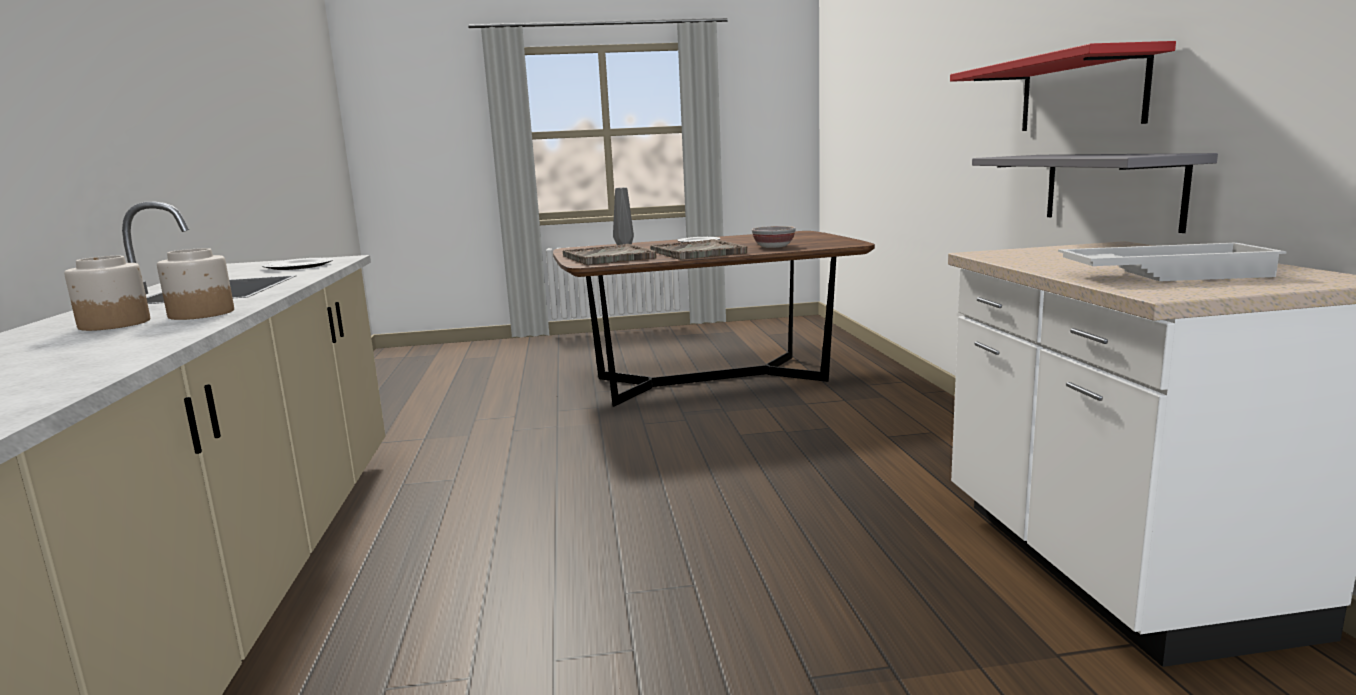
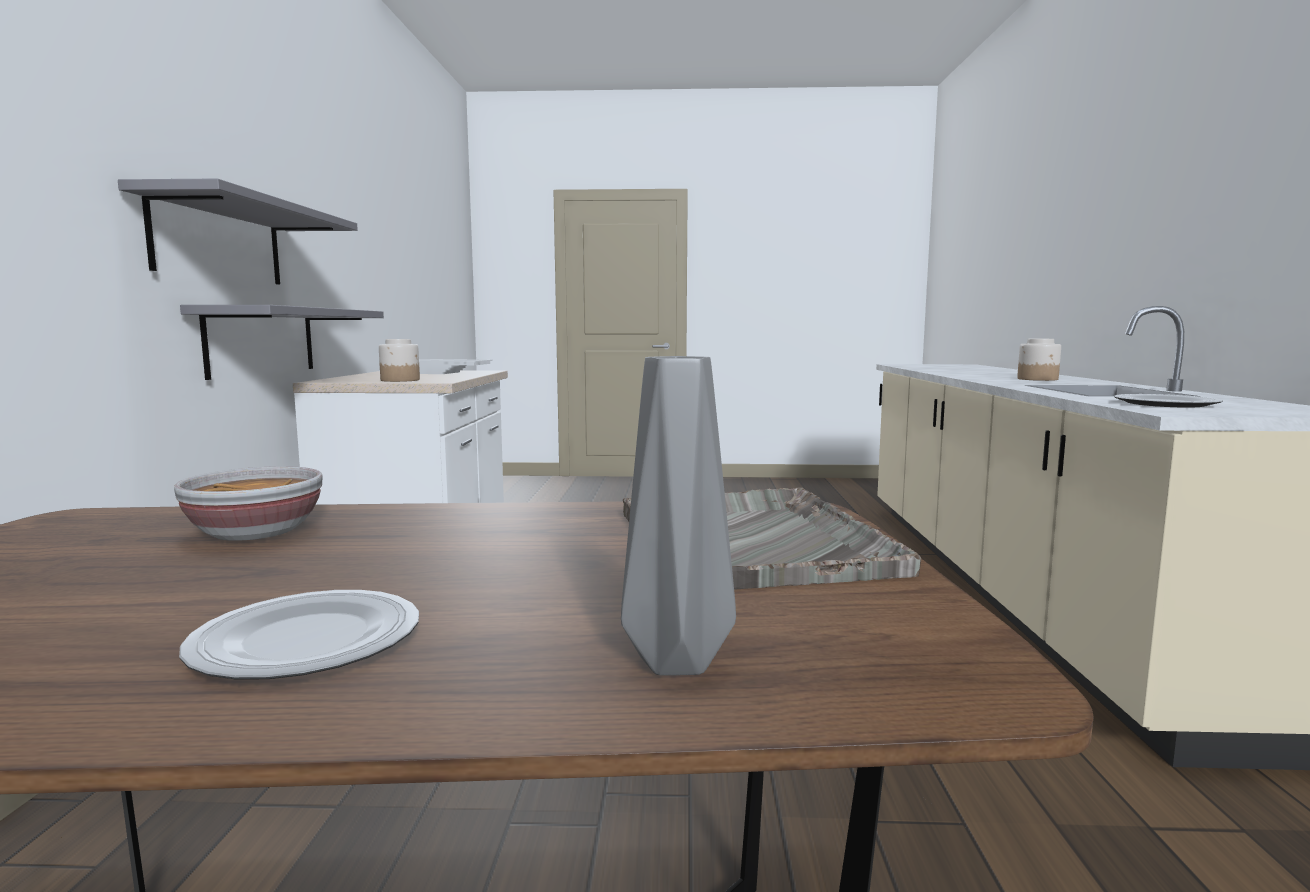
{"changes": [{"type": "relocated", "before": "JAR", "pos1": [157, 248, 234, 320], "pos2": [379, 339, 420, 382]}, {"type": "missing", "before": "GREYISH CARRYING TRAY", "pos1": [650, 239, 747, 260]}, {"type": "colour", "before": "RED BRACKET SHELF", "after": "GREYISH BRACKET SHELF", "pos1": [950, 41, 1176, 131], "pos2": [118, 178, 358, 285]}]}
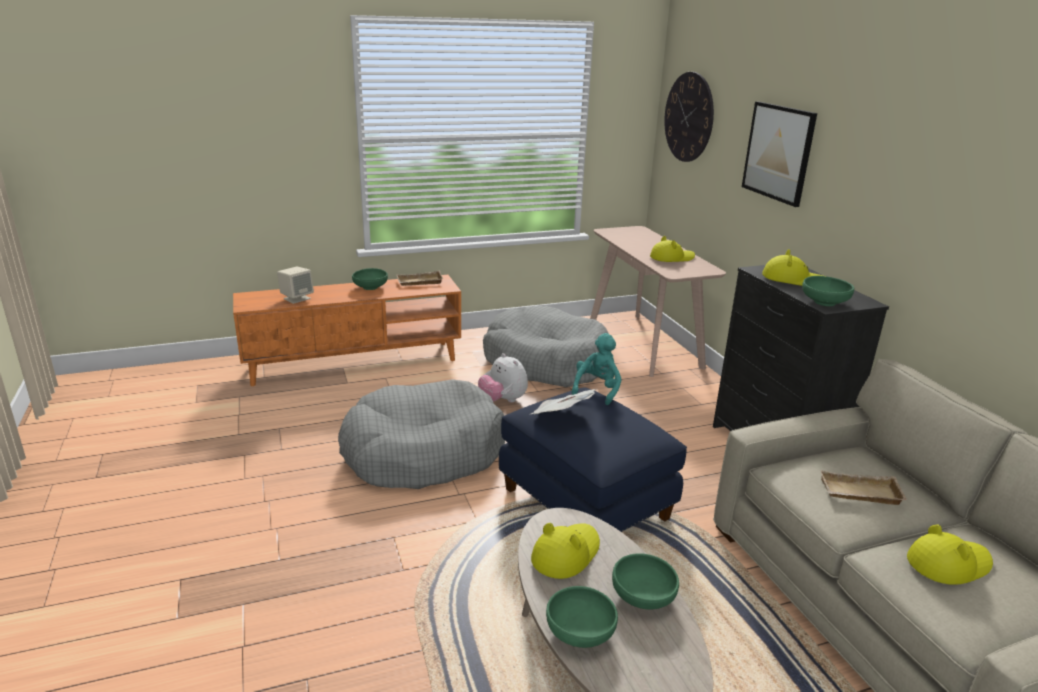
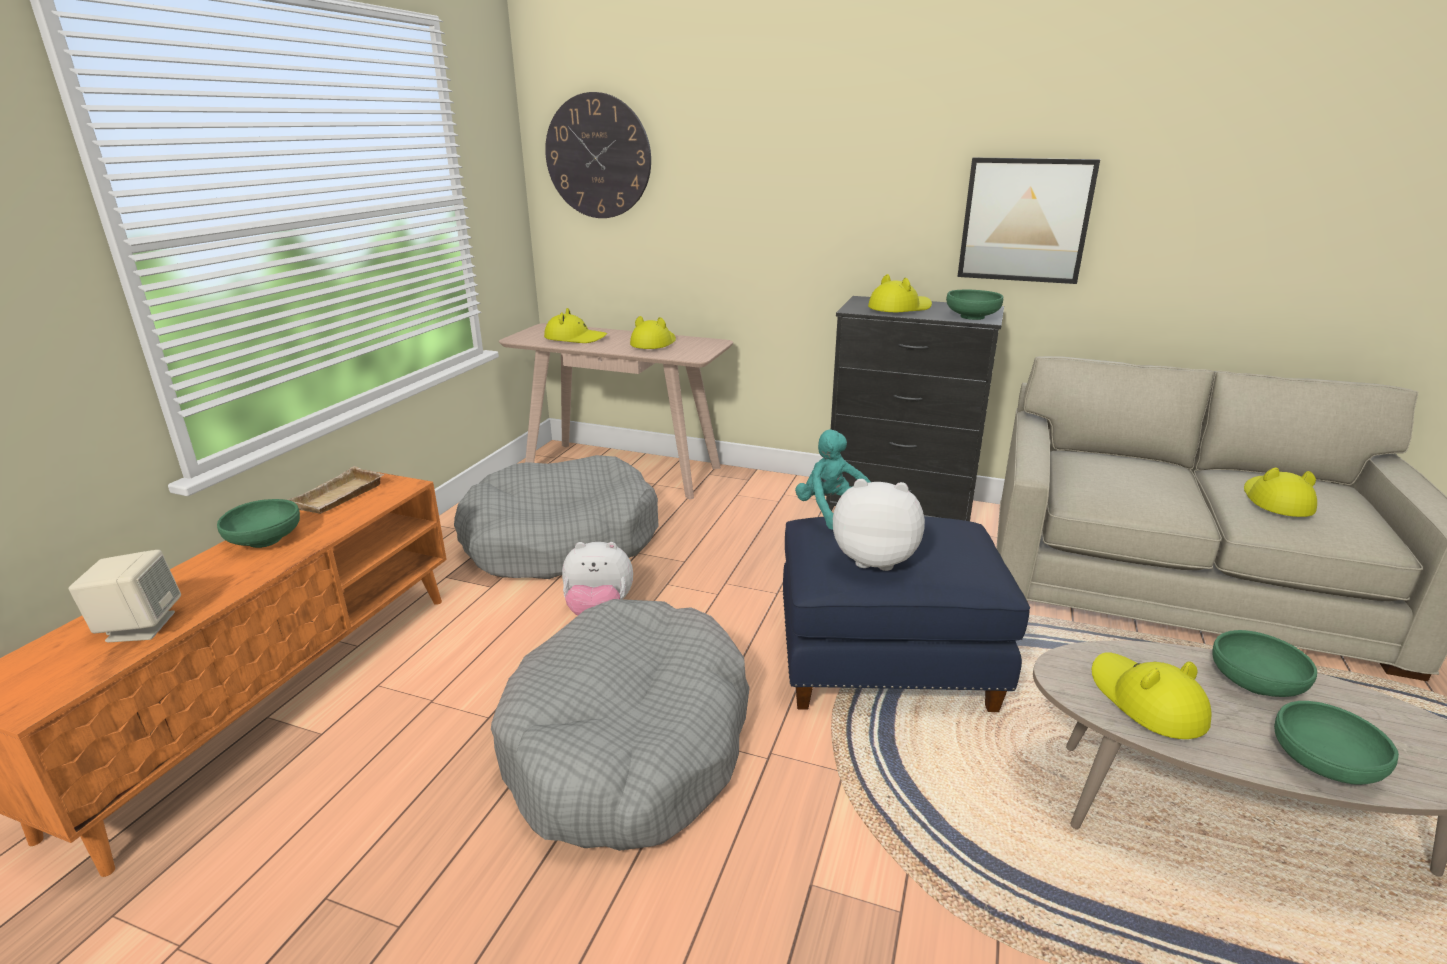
{"changes": [{"type": "exchanged", "before": "NEWSPAPER", "after": "PLUSH TOY", "pos1": [531, 389, 596, 414], "pos2": [833, 479, 925, 571]}, {"type": "relocated", "before": "WALL ART", "pos1": [742, 101, 817, 207], "pos2": [957, 157, 1100, 284]}, {"type": "missing", "before": "SAND-COLOURED CARRYING TRAY", "pos1": [820, 470, 907, 505]}, {"type": "appeared", "after": "YELLOW WEARABLE HAT", "pos2": [544, 308, 607, 343]}]}
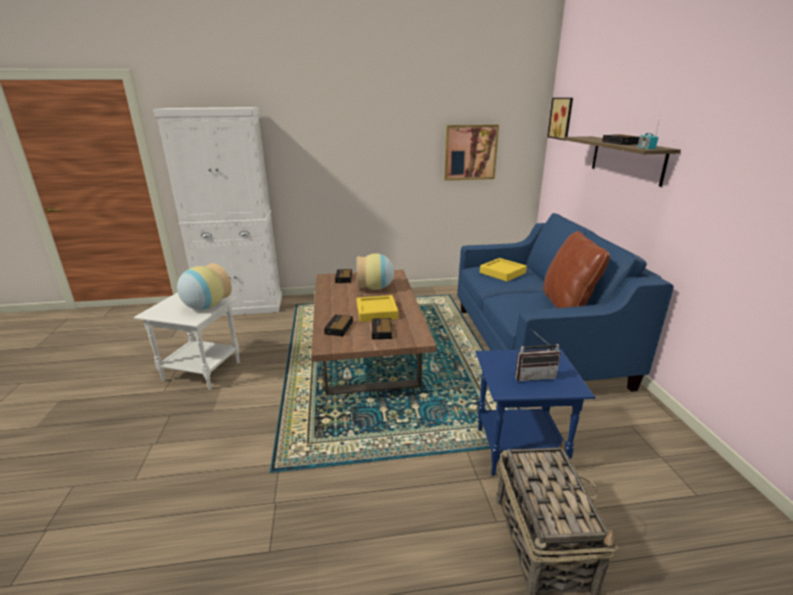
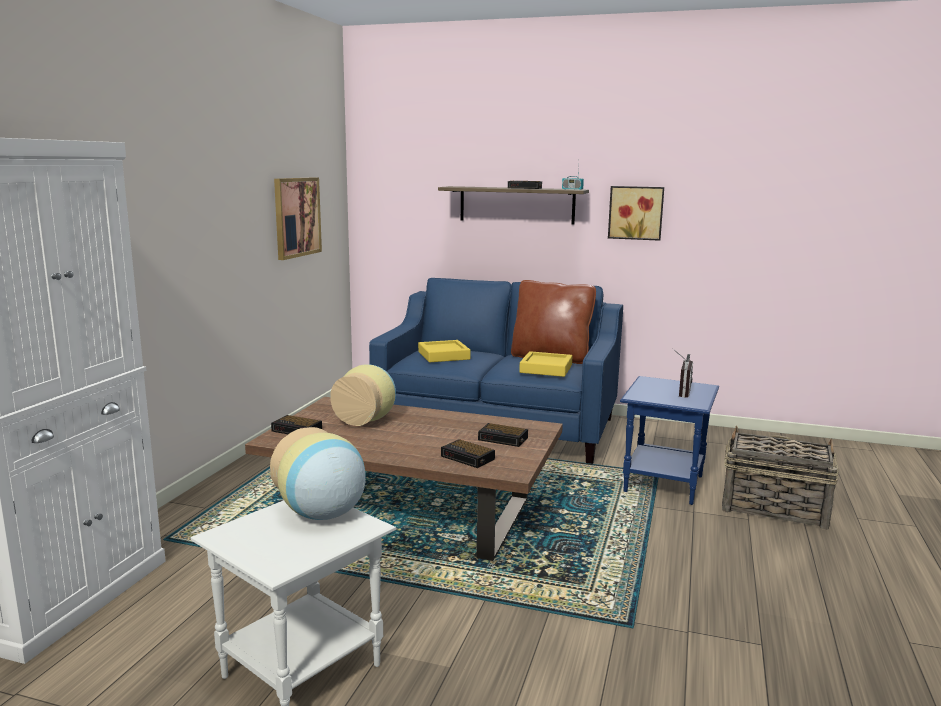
{"changes": [{"type": "relocated", "before": "YELLOW CARRYING TRAY", "pos1": [357, 295, 398, 322], "pos2": [519, 351, 572, 377]}, {"type": "relocated", "before": "WALL ART", "pos1": [547, 98, 573, 140], "pos2": [608, 186, 664, 241]}]}
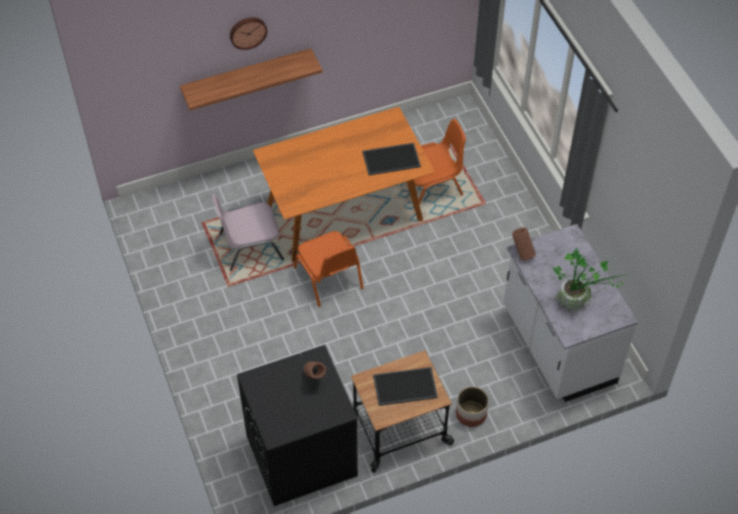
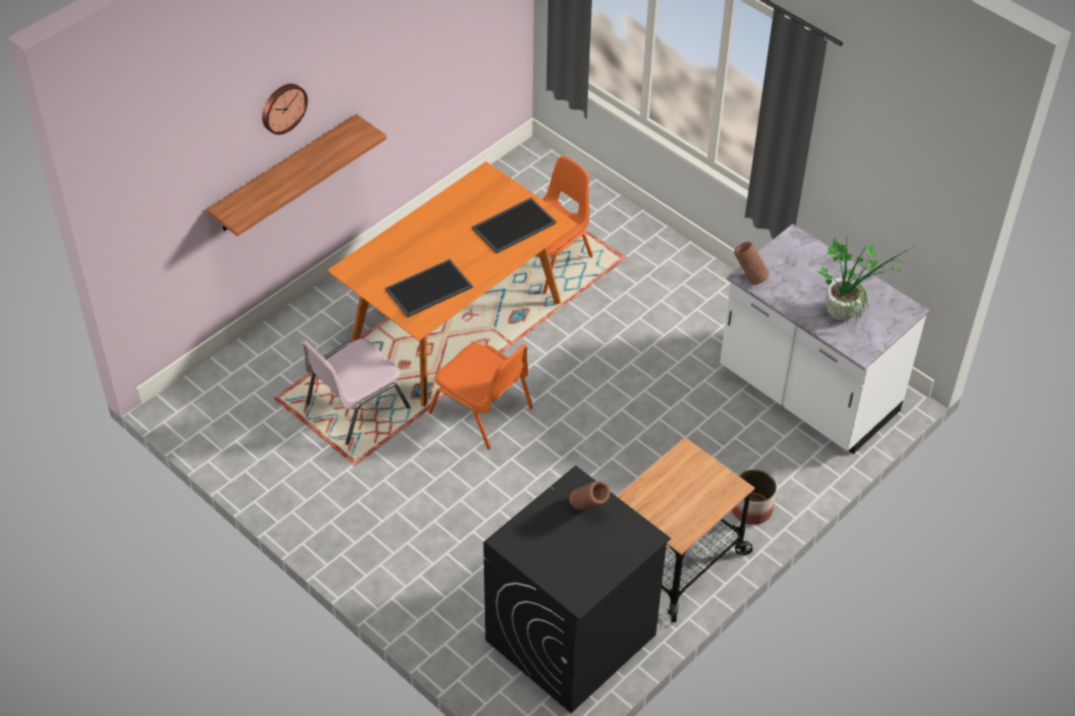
{"changes": [{"type": "relocated", "before": "CARRYING TRAY", "pos1": [373, 367, 438, 406], "pos2": [385, 259, 473, 317]}]}
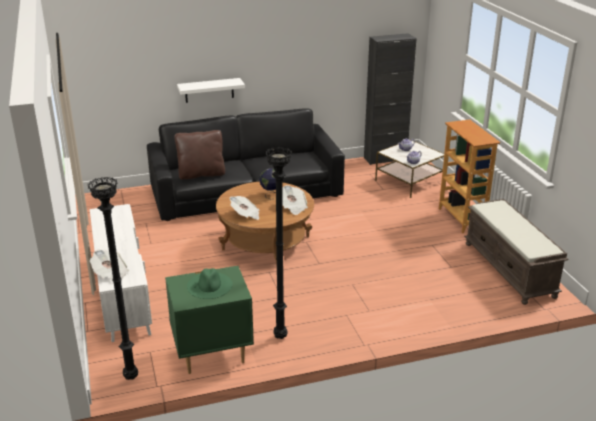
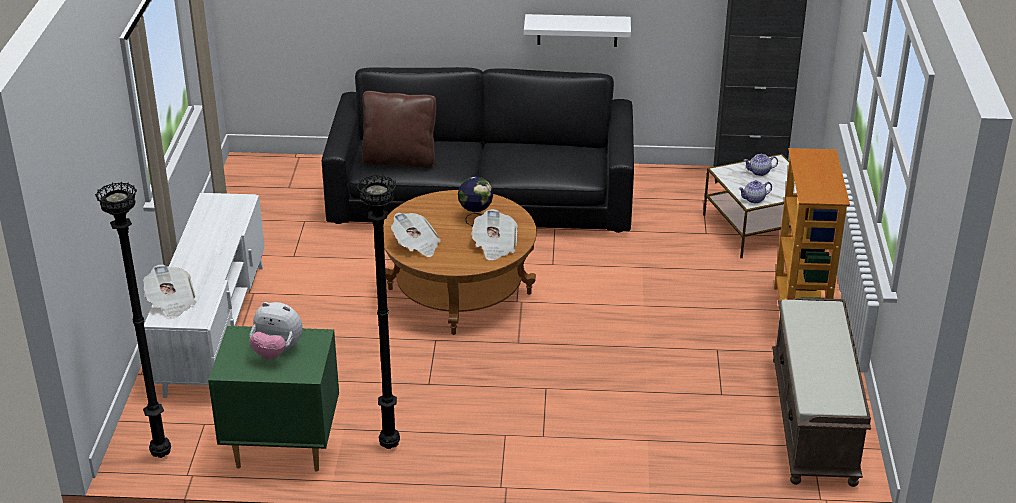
{"changes": [{"type": "relocated", "before": "WHITISH BRACKET SHELF", "pos1": [177, 78, 245, 103], "pos2": [524, 14, 631, 47]}, {"type": "exchanged", "before": "GREENISH WEARABLE HAT", "after": "PLUSH TOY", "pos1": [187, 268, 233, 299], "pos2": [249, 302, 303, 359]}]}
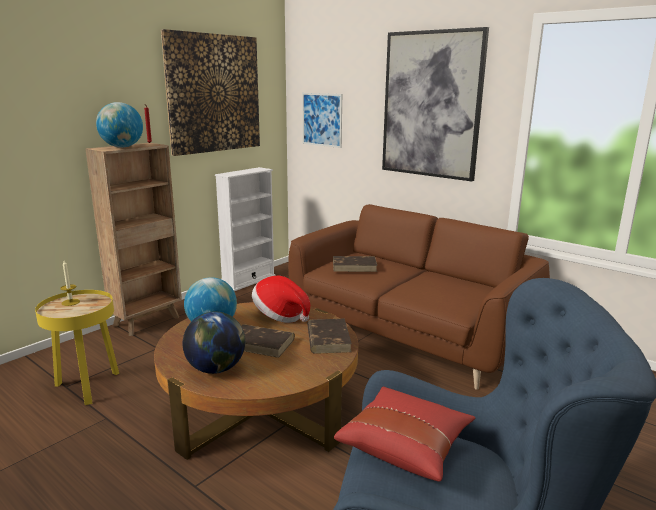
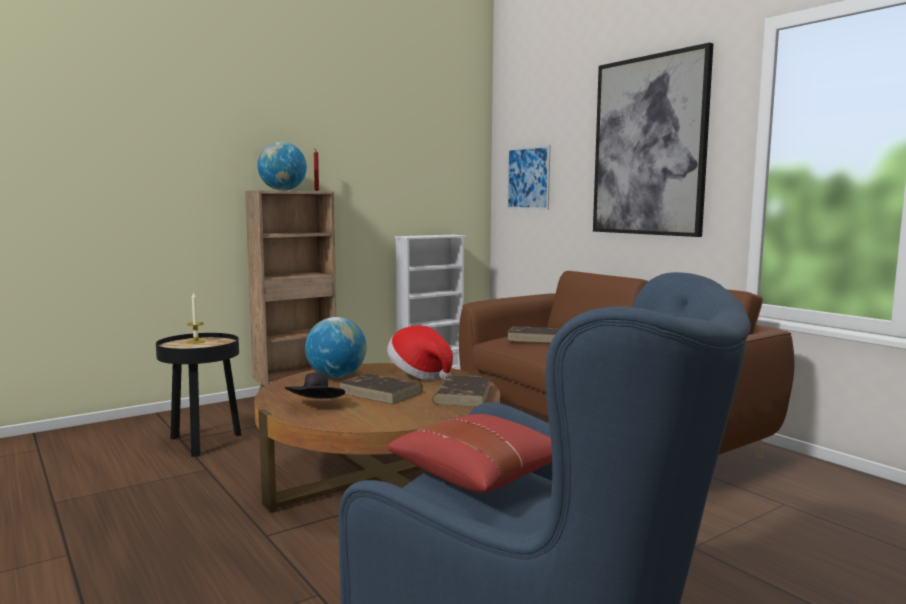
{"changes": [{"type": "colour", "before": "YELLOW END TABLE", "after": "BLACK-COLOURED END TABLE", "pos1": [35, 290, 119, 405], "pos2": [156, 333, 241, 457]}, {"type": "missing", "before": "WALL ART", "pos1": [161, 29, 260, 156]}, {"type": "exchanged", "before": "DESK GLOBE", "after": "BLACK-COLOURED WEARABLE HAT", "pos1": [183, 312, 245, 374], "pos2": [285, 373, 345, 399]}]}
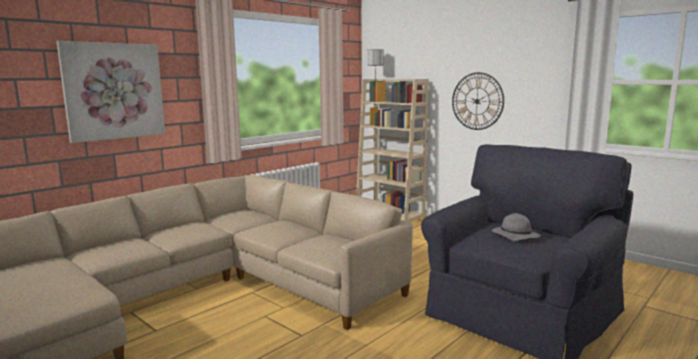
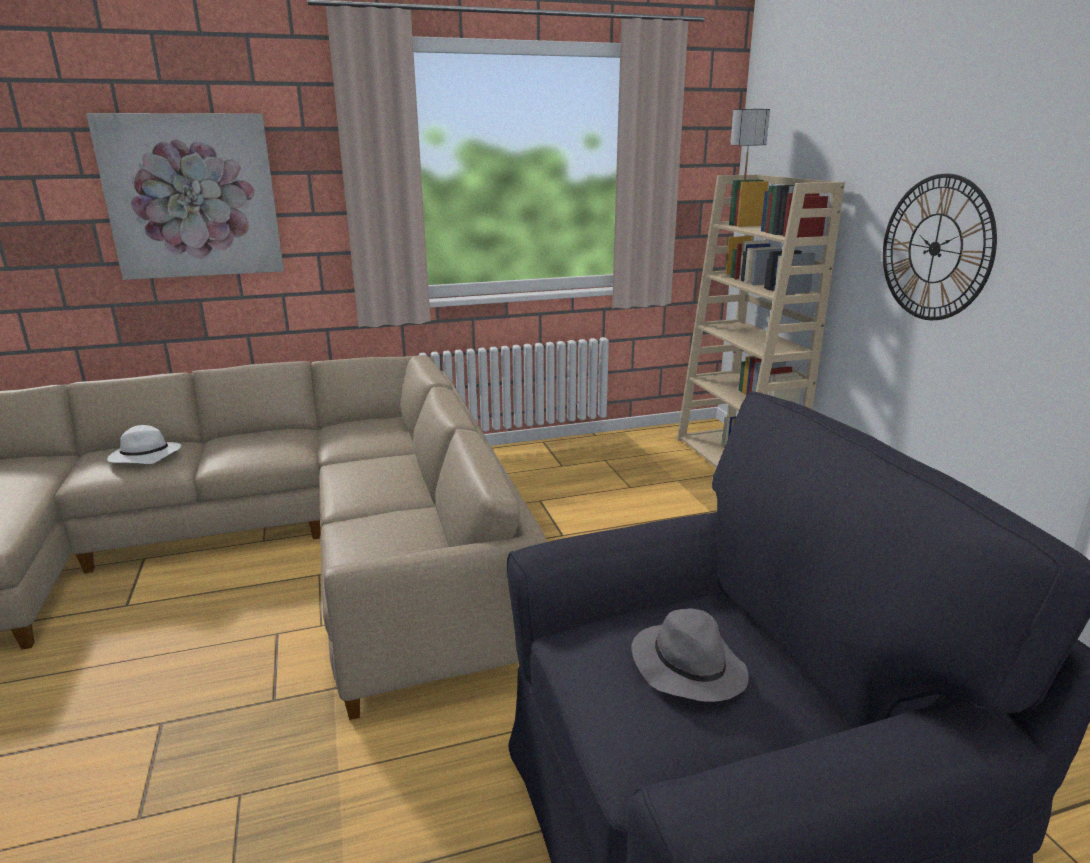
{"changes": [{"type": "appeared", "after": "WHITISH WEARABLE HAT", "pos2": [107, 425, 181, 464]}]}
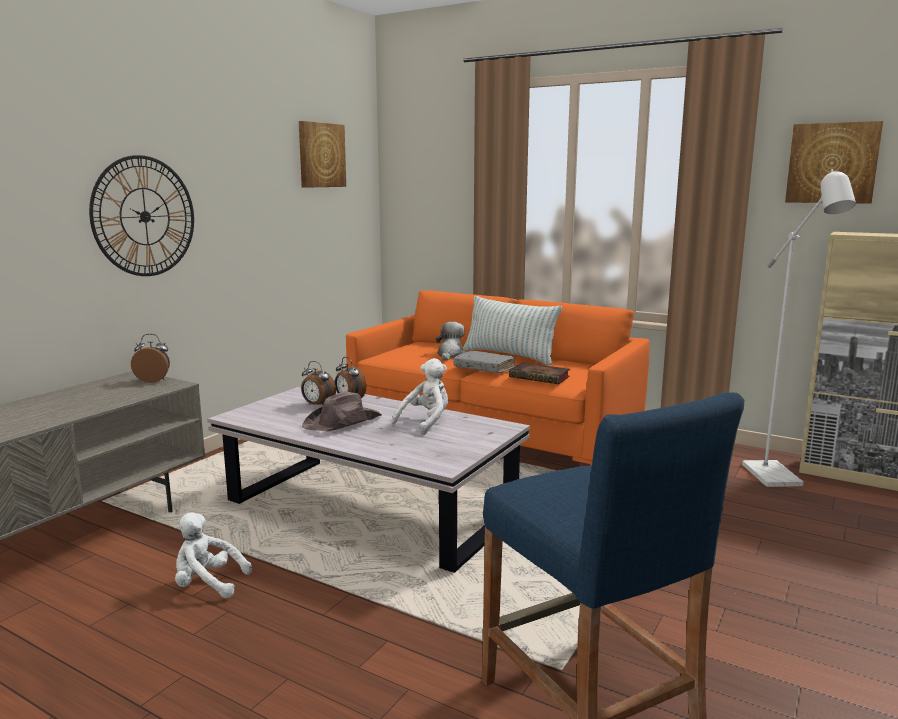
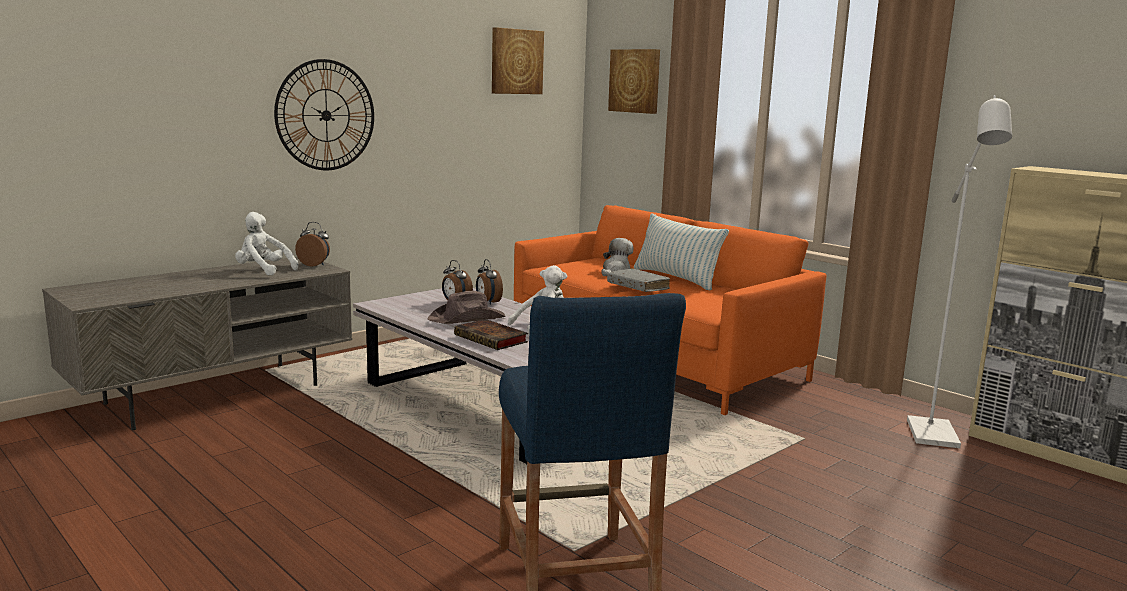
{"changes": [{"type": "relocated", "before": "WHITISH PLUSH TOY", "pos1": [175, 513, 252, 598], "pos2": [235, 212, 299, 276]}, {"type": "relocated", "before": "BOOK", "pos1": [509, 362, 570, 384], "pos2": [454, 319, 528, 350]}, {"type": "relocated", "before": "WALL ART", "pos1": [785, 121, 883, 204], "pos2": [608, 49, 660, 114]}]}
